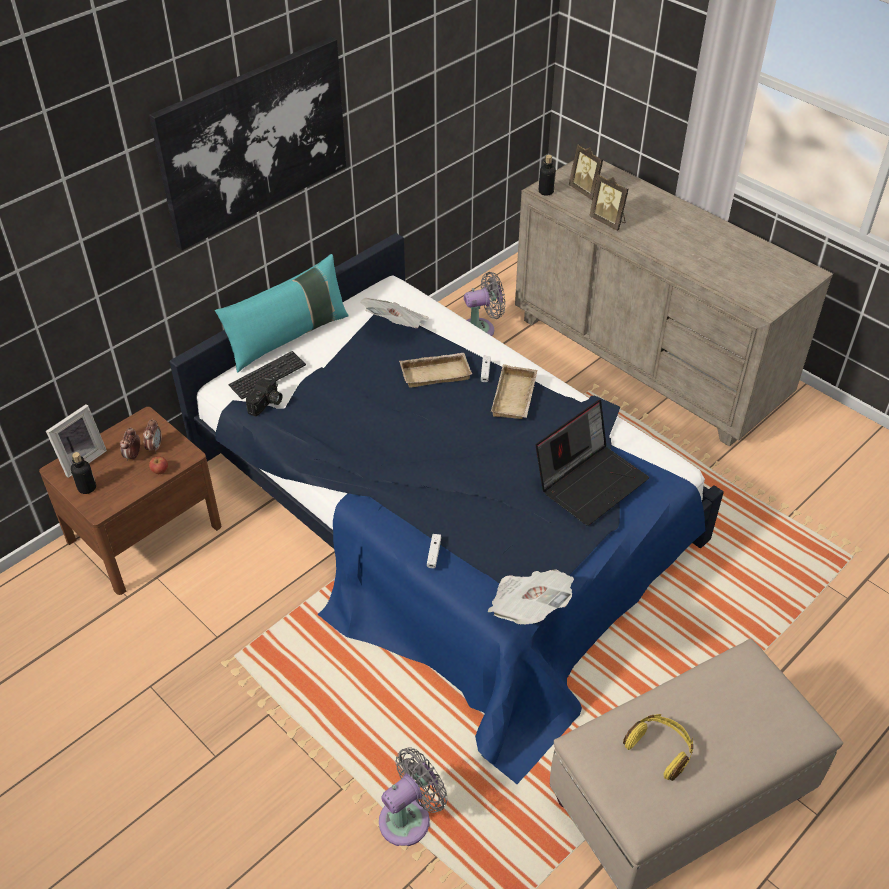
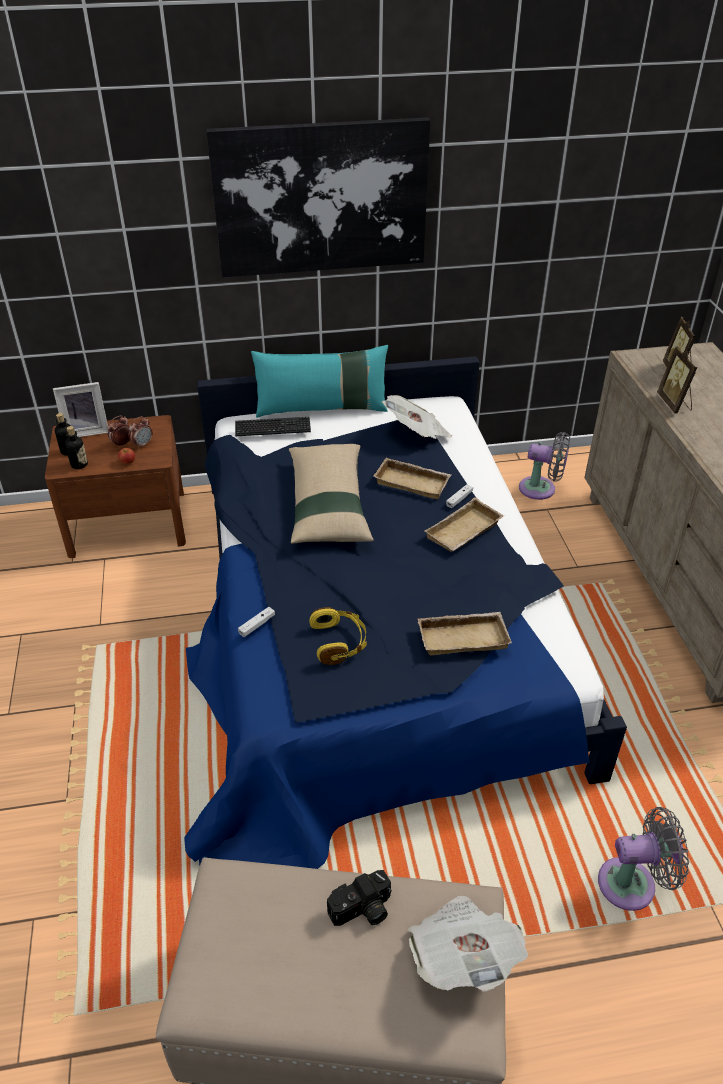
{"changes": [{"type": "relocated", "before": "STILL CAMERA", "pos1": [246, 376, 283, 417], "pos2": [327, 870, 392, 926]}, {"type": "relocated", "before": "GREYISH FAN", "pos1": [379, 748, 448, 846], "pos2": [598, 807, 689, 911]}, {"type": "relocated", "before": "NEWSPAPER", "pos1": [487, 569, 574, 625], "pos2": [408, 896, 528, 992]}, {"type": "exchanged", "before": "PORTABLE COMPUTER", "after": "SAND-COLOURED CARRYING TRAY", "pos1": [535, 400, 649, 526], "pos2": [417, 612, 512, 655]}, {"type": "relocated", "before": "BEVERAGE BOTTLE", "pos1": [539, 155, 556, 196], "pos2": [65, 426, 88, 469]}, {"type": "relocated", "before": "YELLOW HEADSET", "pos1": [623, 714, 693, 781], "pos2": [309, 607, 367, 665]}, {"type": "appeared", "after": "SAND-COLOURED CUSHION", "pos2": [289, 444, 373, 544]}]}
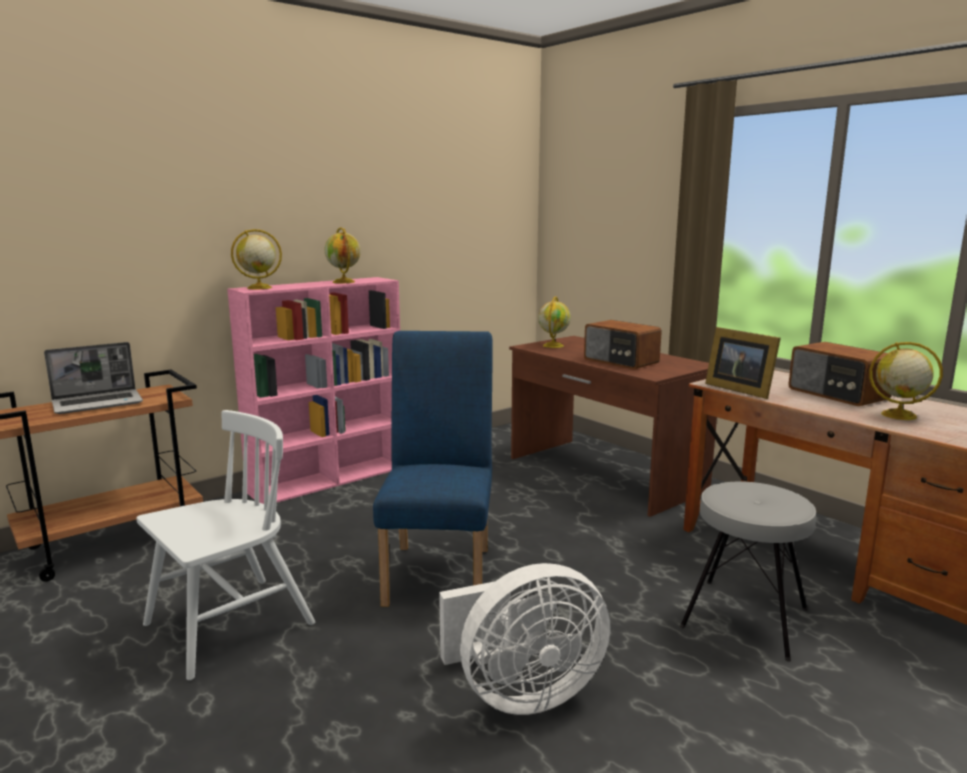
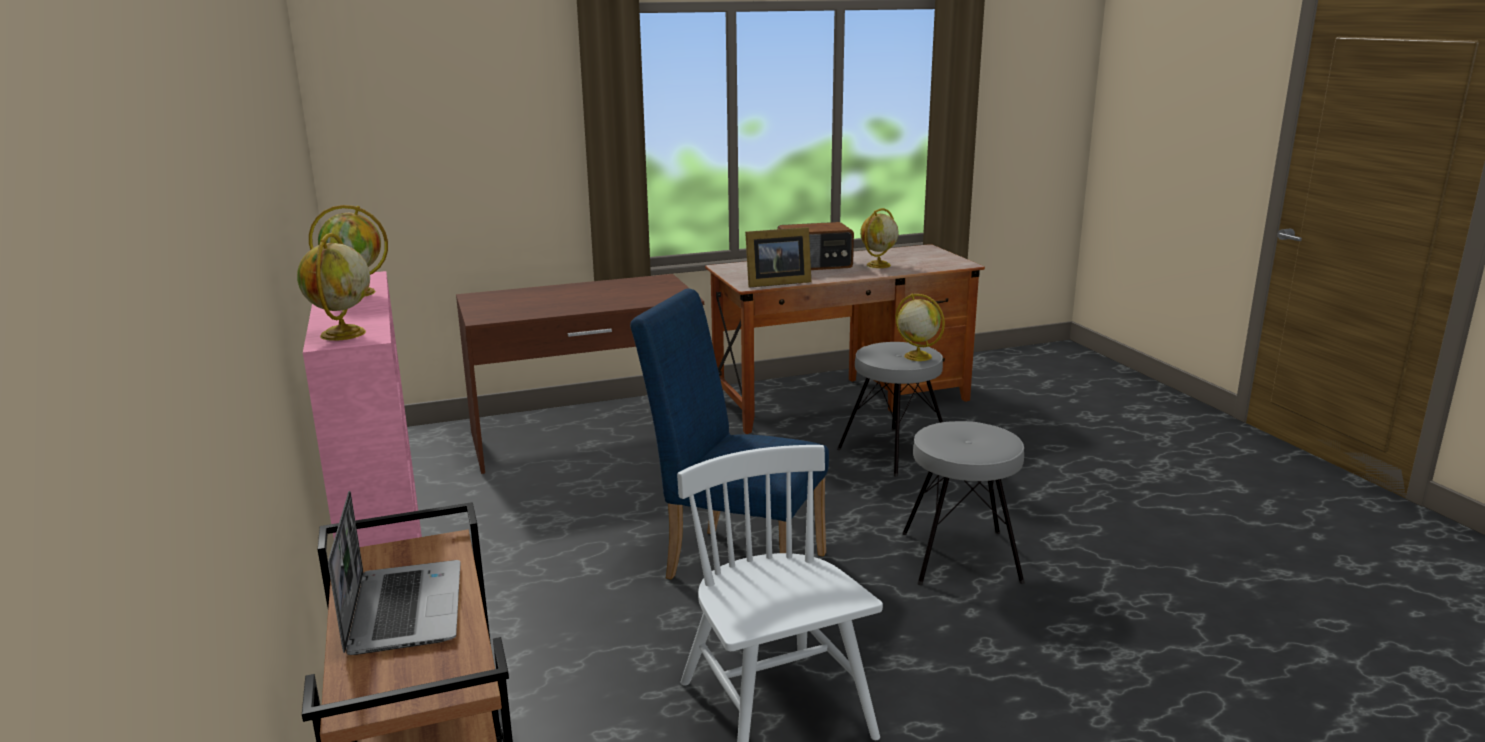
{"changes": [{"type": "exchanged", "before": "WHITISH FAN", "after": "GREYISH STOOL SEAT", "pos1": [439, 563, 611, 715], "pos2": [902, 421, 1025, 585]}, {"type": "relocated", "before": "DESK GLOBE", "pos1": [538, 297, 571, 348], "pos2": [895, 294, 945, 361]}, {"type": "missing", "before": "RADIO", "pos1": [584, 320, 662, 369]}]}
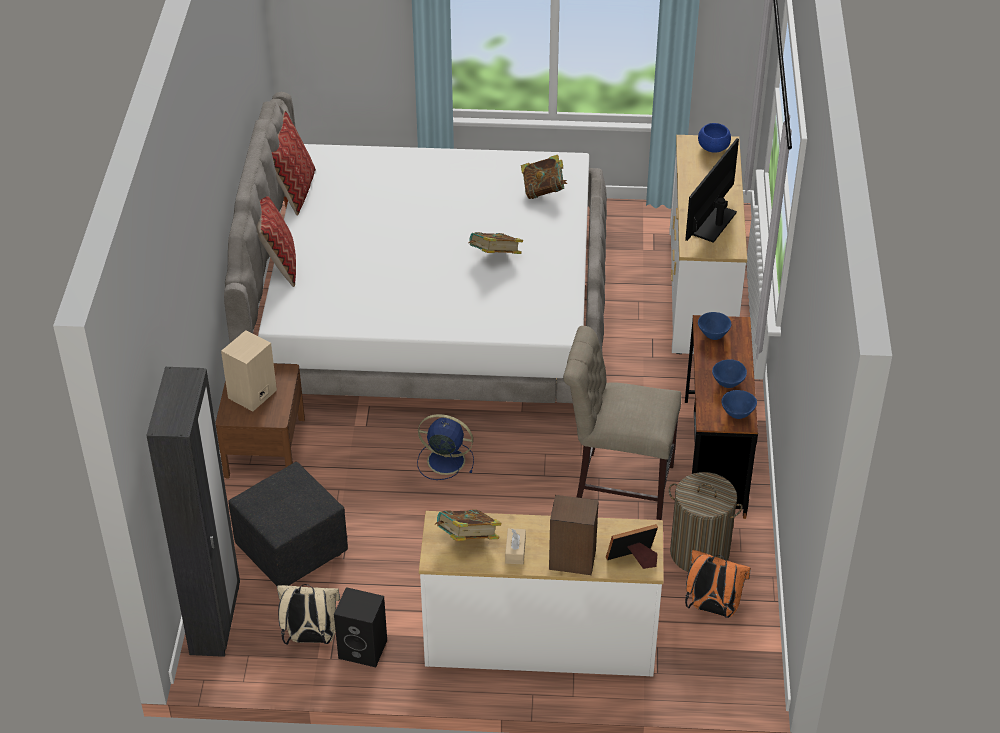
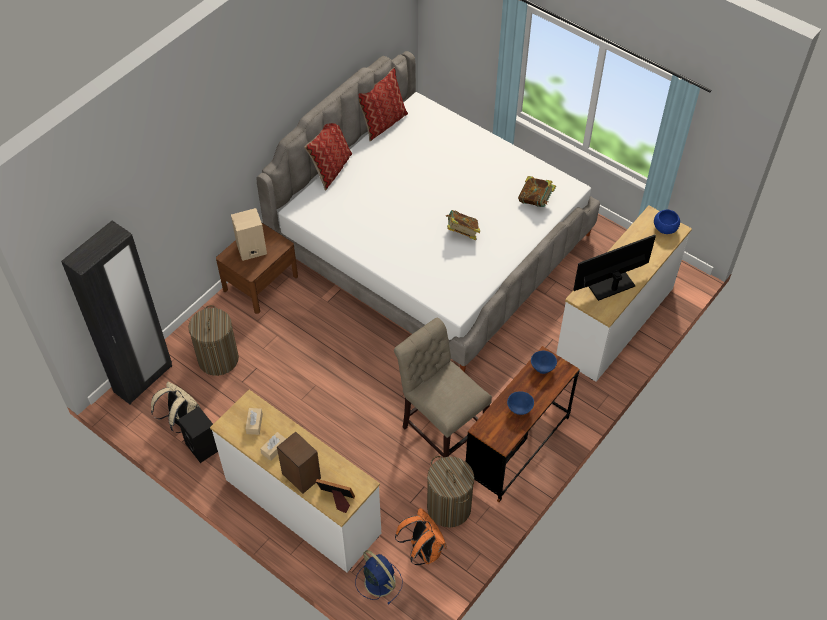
{"changes": [{"type": "exchanged", "before": "BLACK-COLOURED OTTOMAN", "after": "HAMPER", "pos1": [228, 462, 348, 586], "pos2": [188, 305, 239, 376]}, {"type": "relocated", "before": "BLUE-COLOURED FAN", "pos1": [417, 414, 474, 480], "pos2": [355, 550, 402, 604]}, {"type": "exchanged", "before": "BOOK", "after": "SAND-COLOURED TISSUE BOX", "pos1": [435, 509, 501, 541], "pos2": [245, 408, 263, 435]}, {"type": "missing", "before": "BLUE-COLOURED BOWL", "pos1": [721, 390, 757, 419]}]}
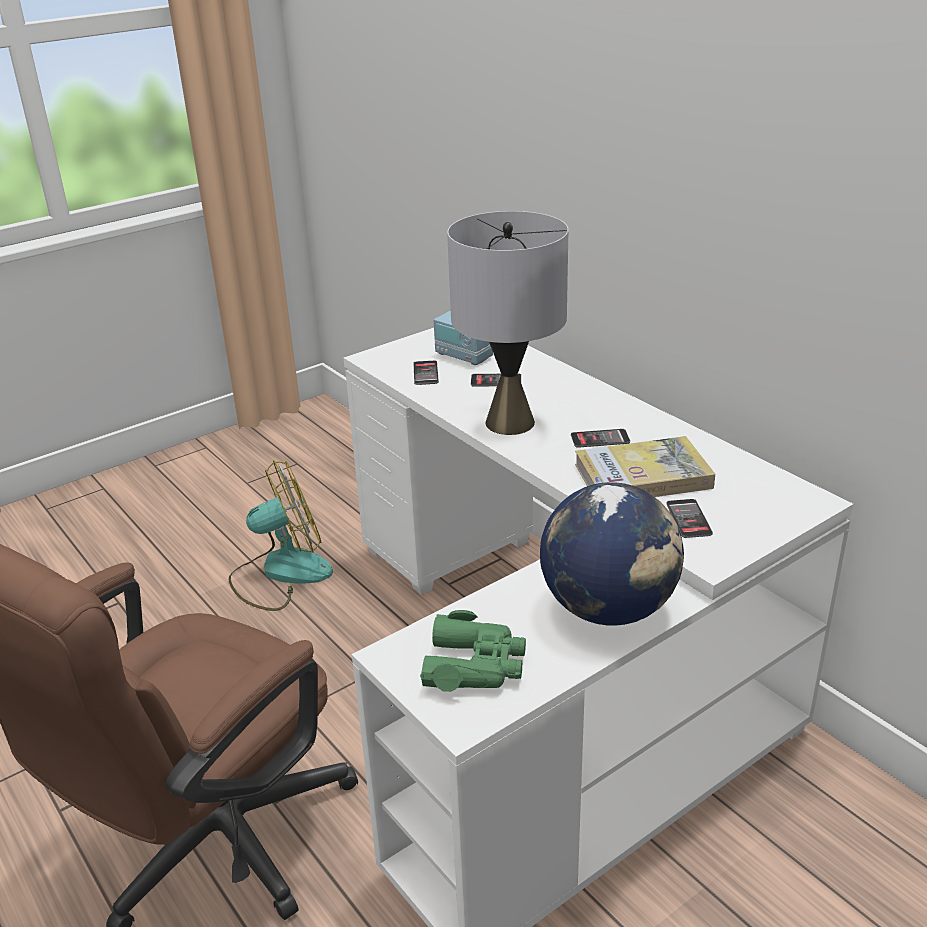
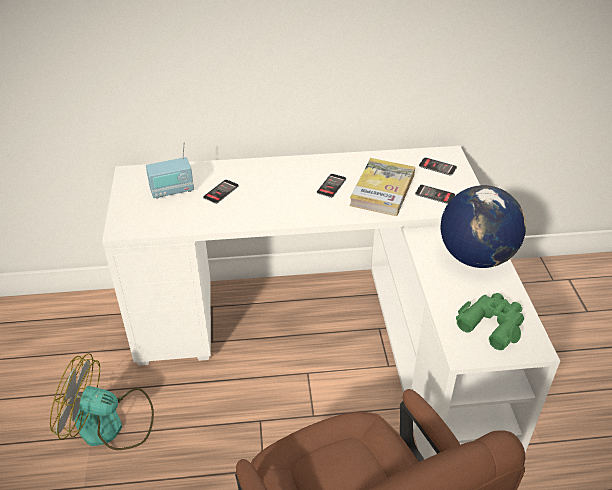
{"changes": [{"type": "spun", "before": "FAN", "pos1": [229, 460, 333, 611], "pos2": [50, 353, 154, 450], "turn": -90}, {"type": "relocated", "before": "TELEPHONE", "pos1": [414, 361, 439, 385], "pos2": [419, 157, 457, 176]}, {"type": "missing", "before": "GREYISH TABLE LAMP", "pos1": [447, 211, 569, 435]}]}
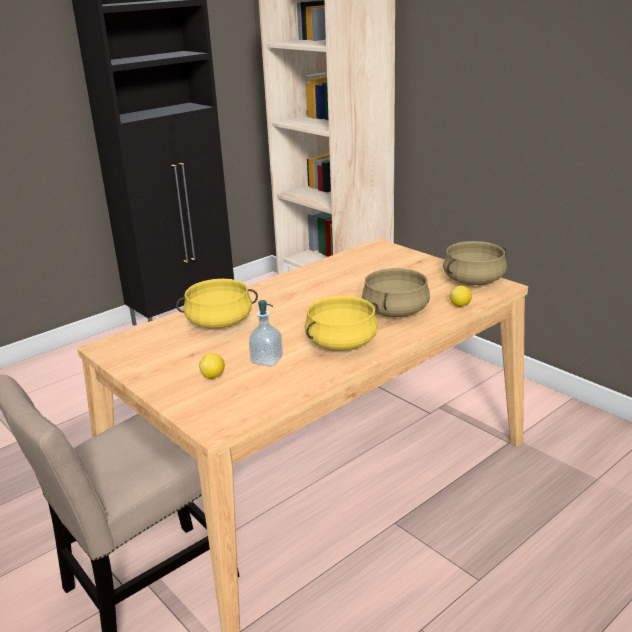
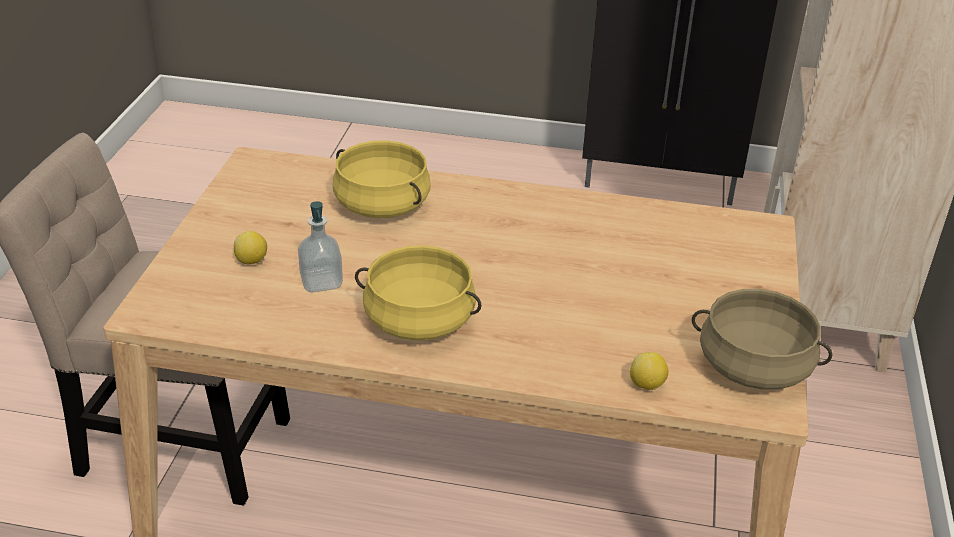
{"changes": [{"type": "missing", "before": "SAND-COLOURED COOKING POT", "pos1": [362, 268, 430, 317]}]}
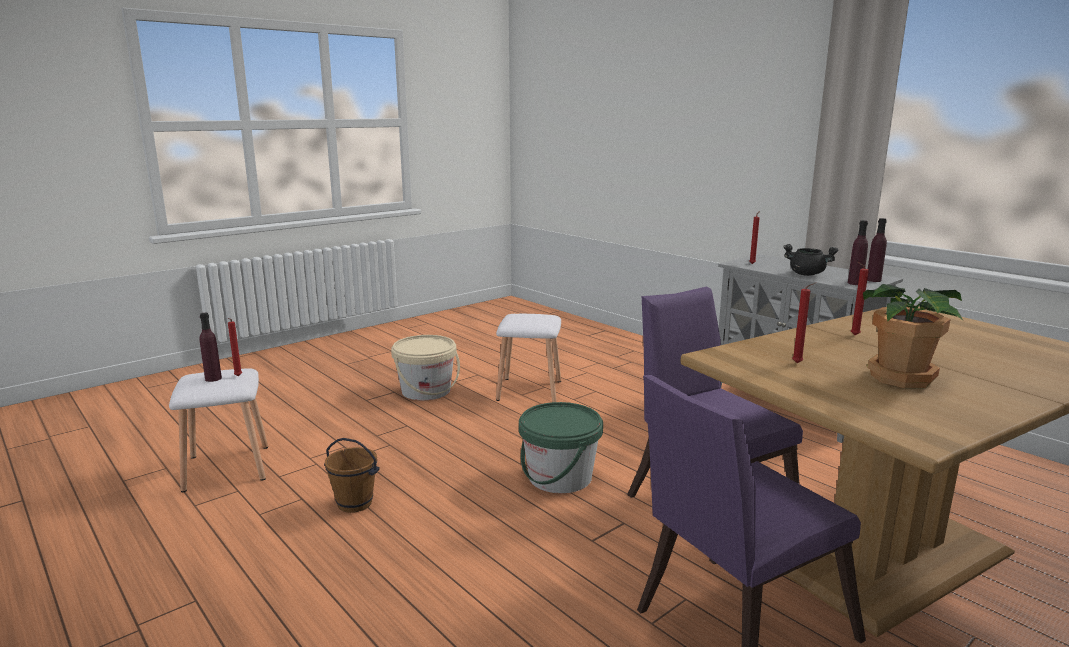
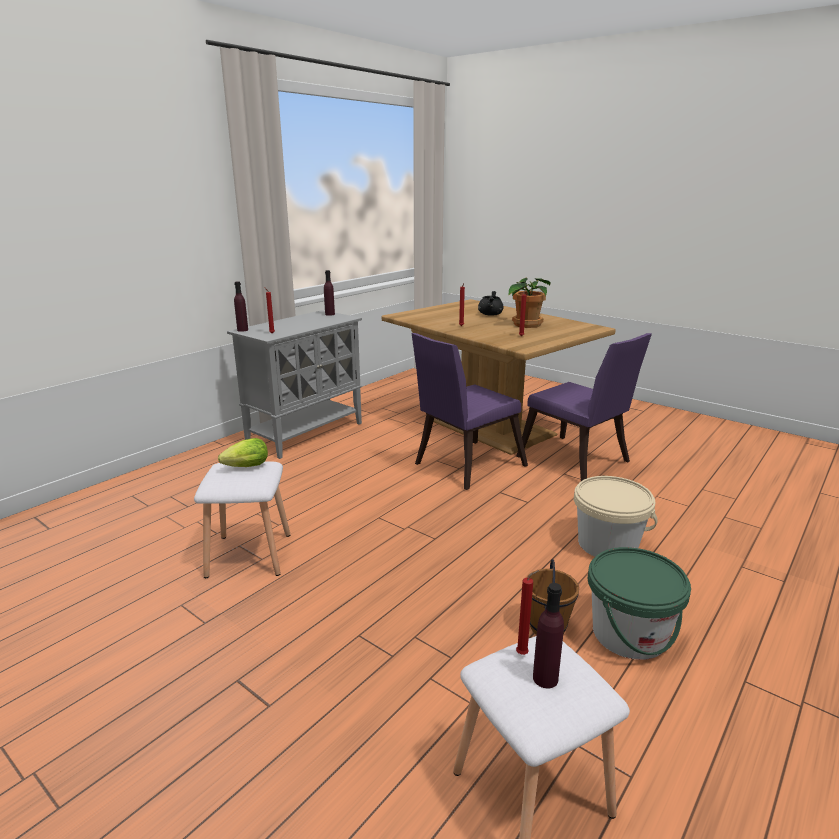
{"changes": [{"type": "relocated", "before": "SAND-COLOURED PAIL", "pos1": [391, 335, 460, 400], "pos2": [574, 476, 658, 557]}, {"type": "relocated", "before": "GREENISH PAIL", "pos1": [519, 402, 603, 493], "pos2": [588, 547, 691, 660]}, {"type": "relocated", "before": "BLACK-COLOURED COOKING POT", "pos1": [783, 244, 838, 276], "pos2": [478, 291, 504, 316]}, {"type": "relocated", "before": "PURPLE-COLOURED BEVERAGE BOTTLE", "pos1": [848, 220, 868, 285], "pos2": [234, 281, 248, 332]}, {"type": "appeared", "after": "LETTUCE HEAD", "pos2": [218, 438, 268, 467]}]}
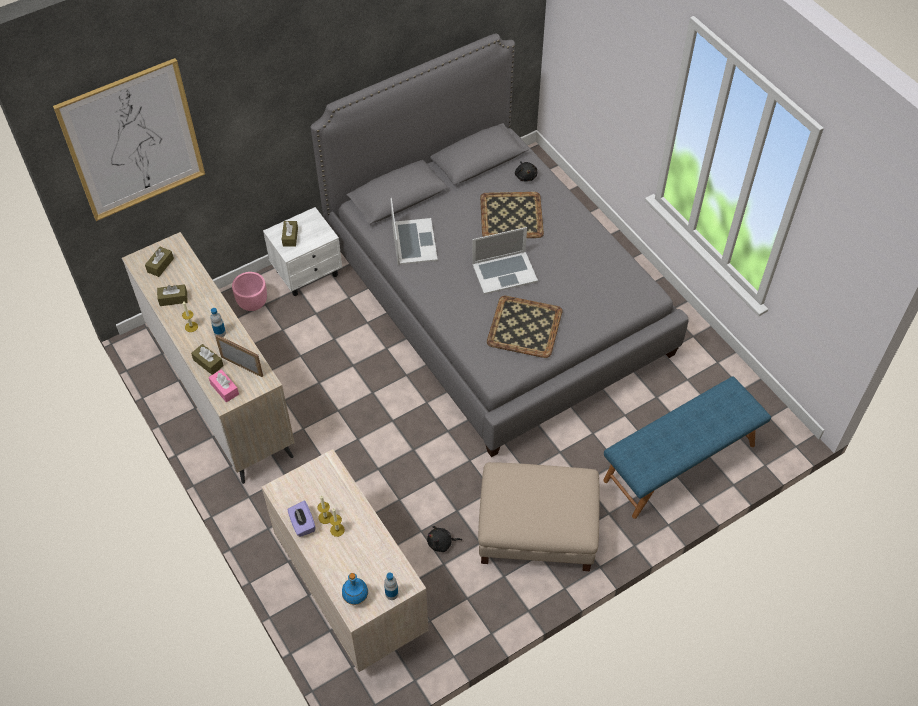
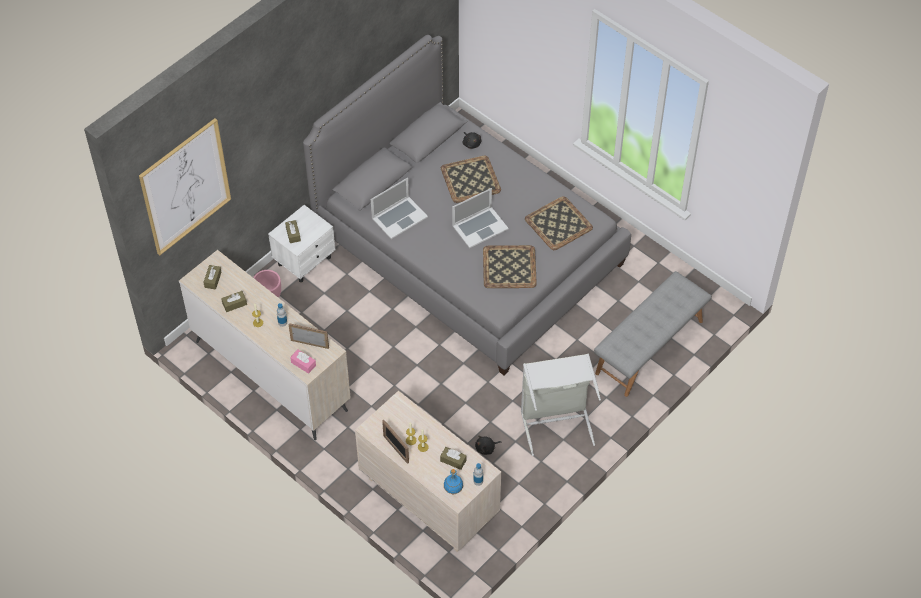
{"changes": [{"type": "relocated", "before": "BROWN TISSUE BOX", "pos1": [191, 344, 224, 375], "pos2": [440, 447, 467, 470]}, {"type": "exchanged", "before": "PURPLE-COLOURED TISSUE BOX", "after": "STANDING FRAME", "pos1": [288, 500, 315, 537], "pos2": [382, 420, 409, 463]}, {"type": "spun", "before": "PORTABLE COMPUTER", "pos1": [390, 198, 438, 265], "pos2": [371, 178, 428, 239], "turn": 75}, {"type": "exchanged", "before": "SAND-COLOURED OTTOMAN", "after": "GREYISH HAMPER", "pos1": [478, 462, 600, 571], "pos2": [521, 354, 601, 456]}, {"type": "colour", "before": "BLUE-COLOURED LONG SEAT", "after": "GREYISH LONG SEAT", "pos1": [603, 377, 771, 519], "pos2": [594, 271, 712, 397]}, {"type": "appeared", "after": "CARRYING TRAY", "pos2": [525, 196, 593, 250]}]}
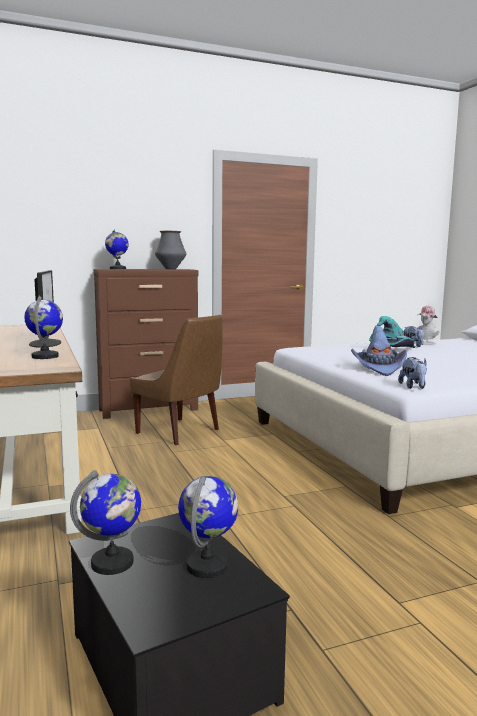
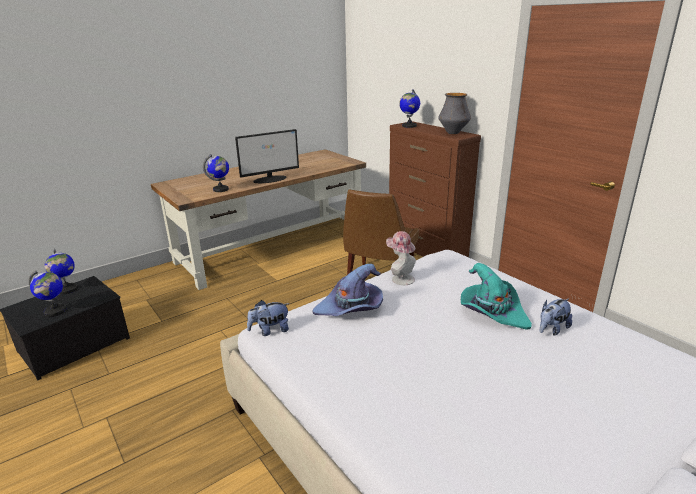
{"changes": [{"type": "relocated", "before": "WEARABLE HAT", "pos1": [417, 306, 439, 345], "pos2": [386, 231, 416, 285]}]}
